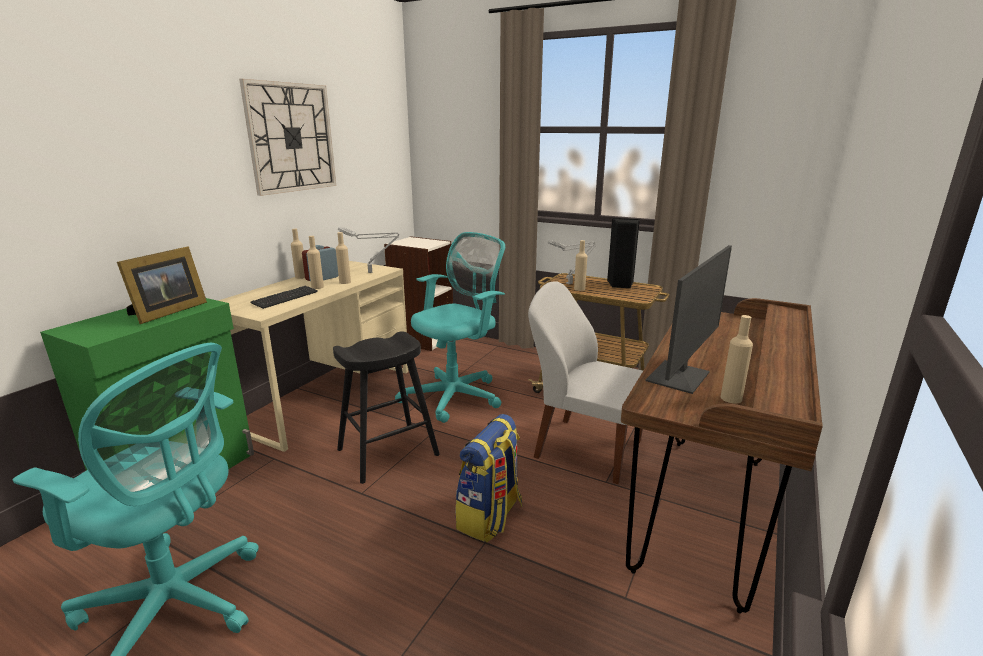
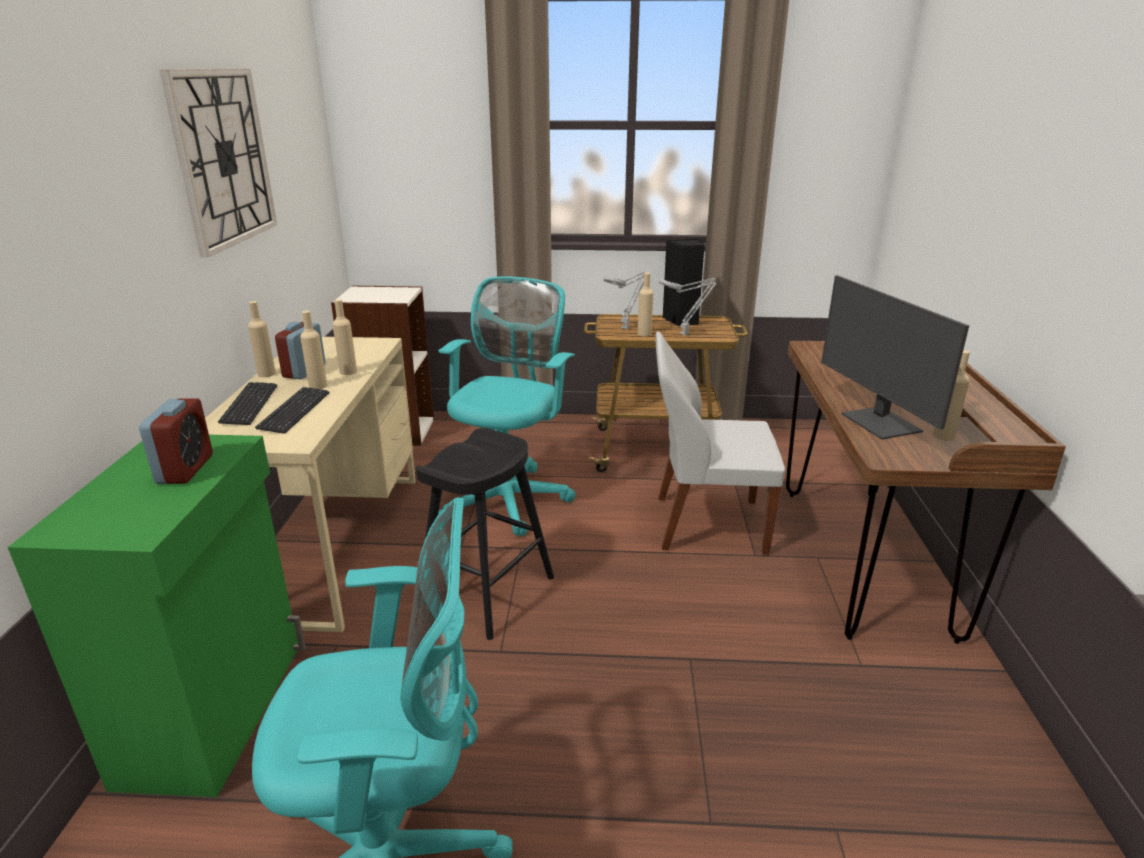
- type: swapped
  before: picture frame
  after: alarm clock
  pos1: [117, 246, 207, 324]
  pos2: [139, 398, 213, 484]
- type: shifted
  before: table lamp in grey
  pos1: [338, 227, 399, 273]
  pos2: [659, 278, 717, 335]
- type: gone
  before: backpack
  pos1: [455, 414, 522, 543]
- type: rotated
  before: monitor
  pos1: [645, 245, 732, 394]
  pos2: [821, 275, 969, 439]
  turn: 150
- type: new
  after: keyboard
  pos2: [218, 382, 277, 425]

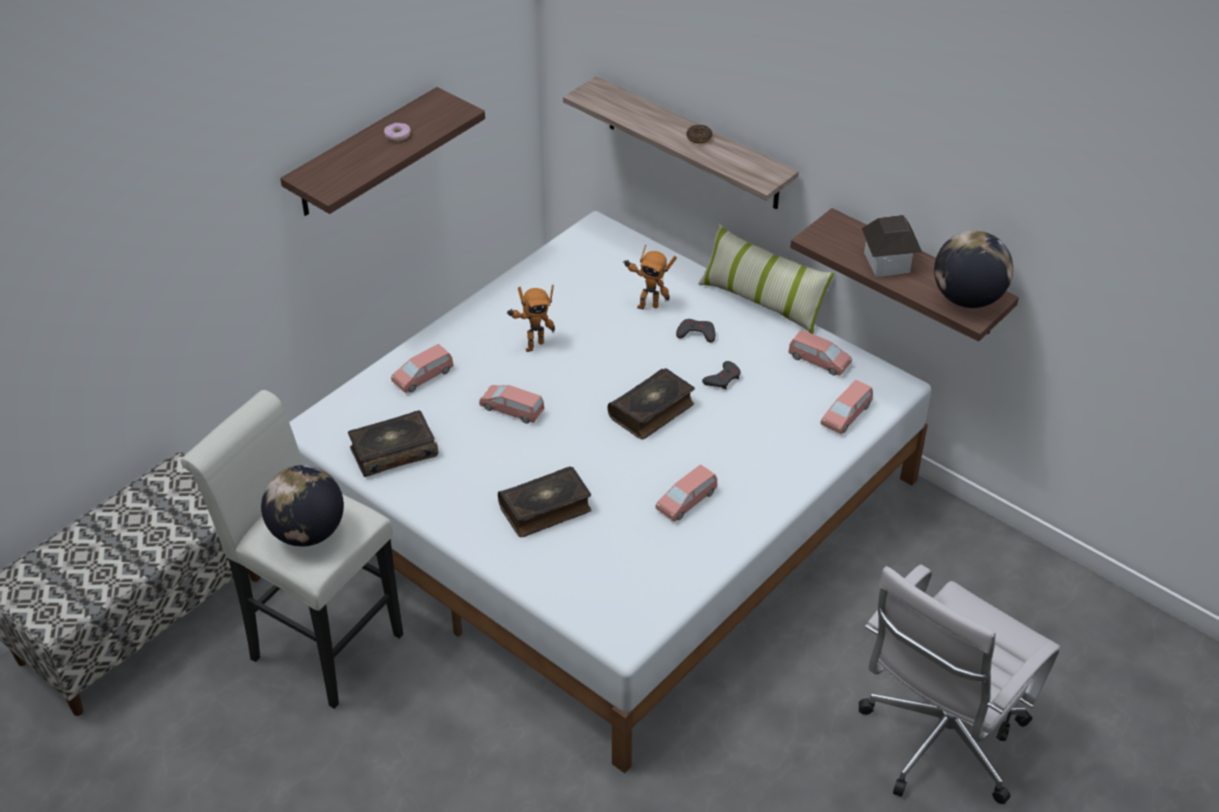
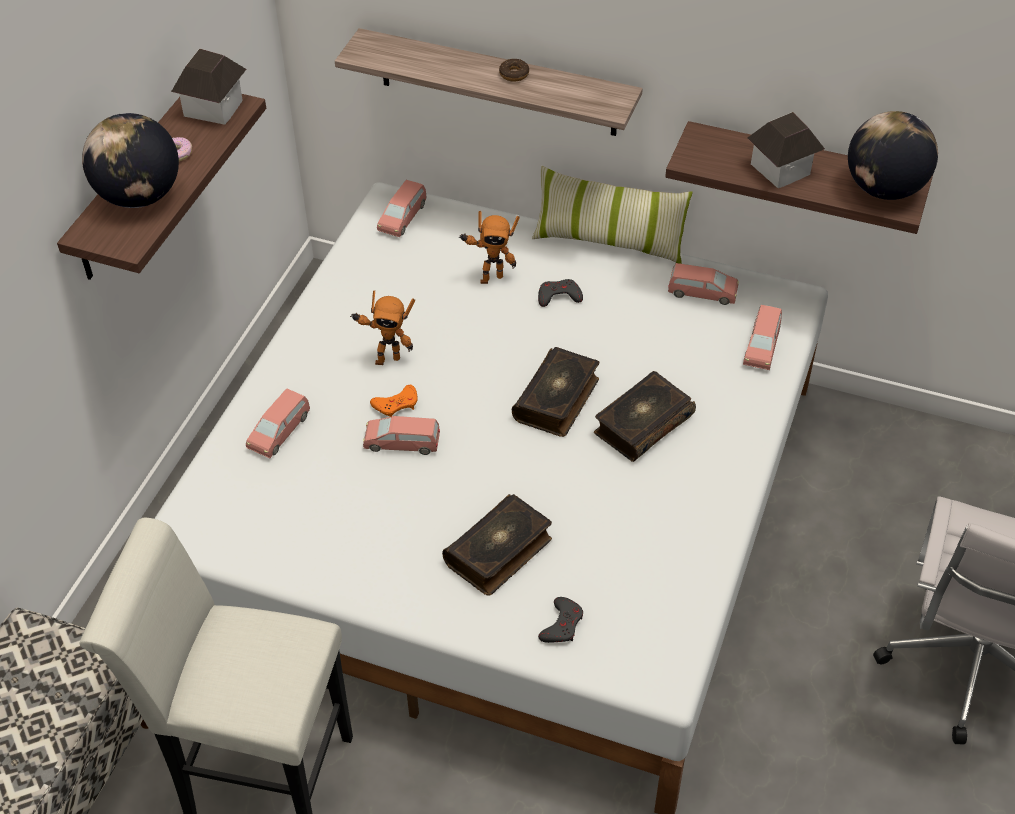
- type: shifted
  before: globe
  pos1: [261, 465, 344, 547]
  pos2: [82, 113, 179, 208]
- type: shifted
  before: book
  pos1: [348, 410, 438, 477]
  pos2: [594, 371, 696, 462]
- type: rotated
  before: toy robot
  pos1: [507, 285, 555, 352]
  pos2: [350, 290, 415, 365]
  turn: 45
- type: shifted
  before: toy car in pink
  pos1: [655, 464, 717, 522]
  pos2: [377, 180, 427, 237]
- type: shifted
  before: game controller in grey
  pos1: [702, 361, 741, 390]
  pos2: [538, 597, 583, 643]
- type: new
  after: toy house
  pos2: [171, 48, 246, 125]
- type: new
  after: game controller in orange
  pos2: [370, 385, 417, 417]

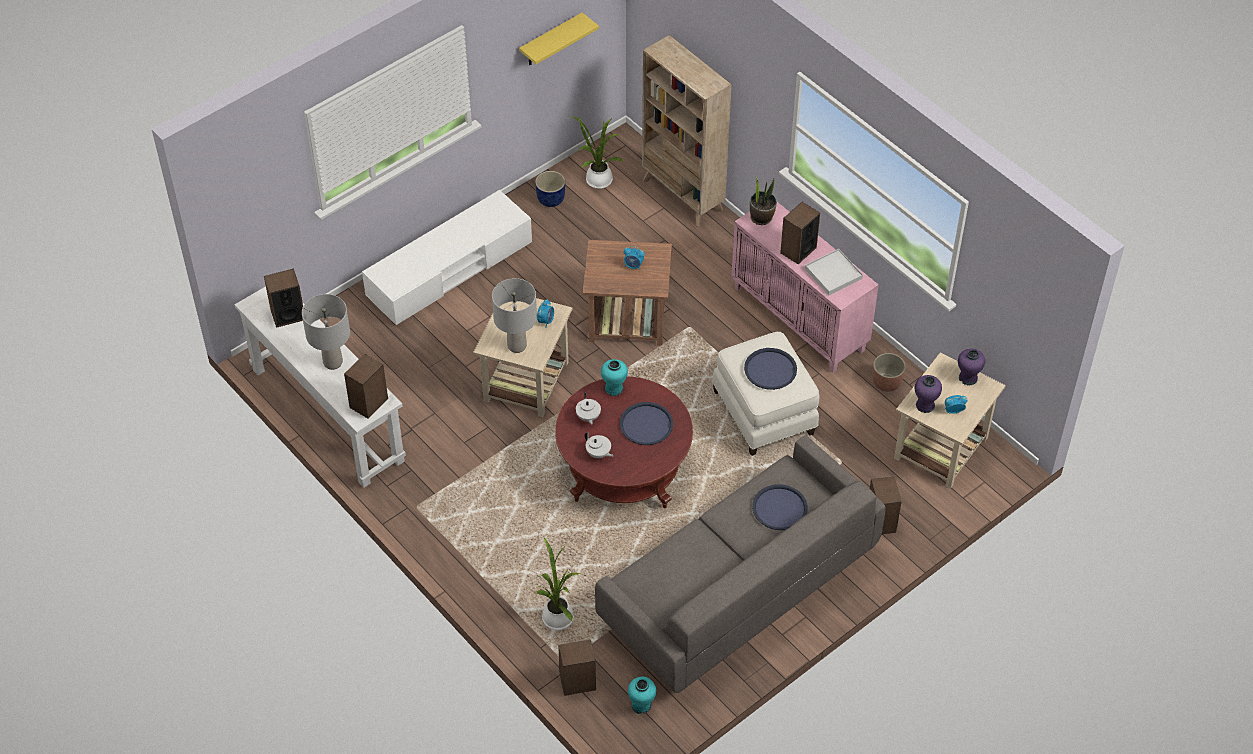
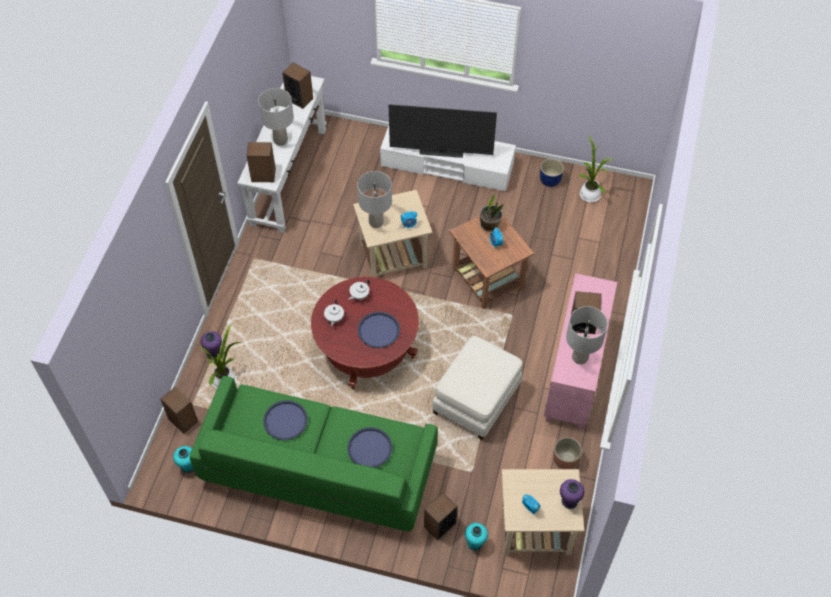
- type: gone
  before: shelf in yellow
  pos1: [519, 12, 599, 65]
- type: repainted
  before: sofa in grey
  after: sofa in green
  pos1: [595, 435, 886, 693]
  pos2: [190, 376, 438, 531]
- type: shifted
  before: vase in turquoise
  pos1: [601, 359, 628, 396]
  pos2: [465, 523, 488, 551]
- type: gone
  before: bookcase in beige
  pos1: [642, 35, 732, 226]
- type: shifted
  before: tray in blue
  pos1: [744, 348, 797, 390]
  pos2: [263, 400, 308, 440]
- type: shifted
  before: potted plant
  pos1: [750, 177, 777, 225]
  pos2: [480, 193, 504, 232]
- type: swapped
  before: tray in white
  after: table lamp in grey
  pos1: [805, 249, 863, 295]
  pos2: [566, 306, 608, 364]
- type: shifted
  before: vase in purple
  pos1: [915, 375, 942, 413]
  pos2: [201, 331, 222, 358]
- type: new
  after: television
  pos2: [389, 104, 497, 158]

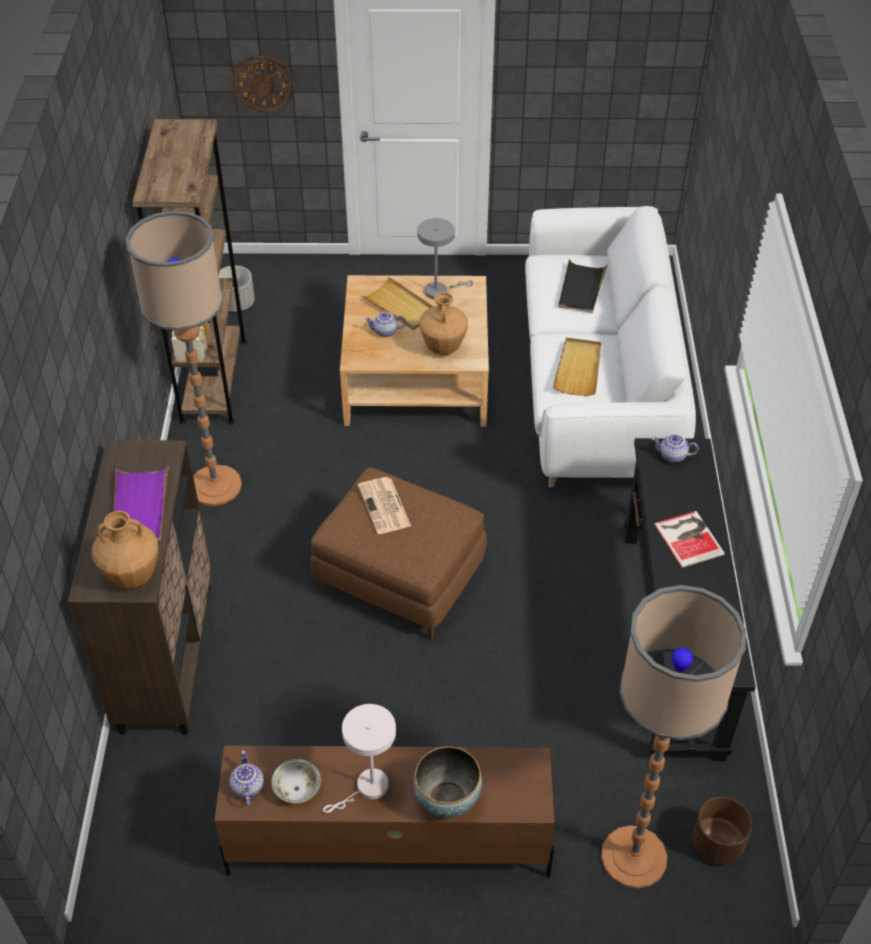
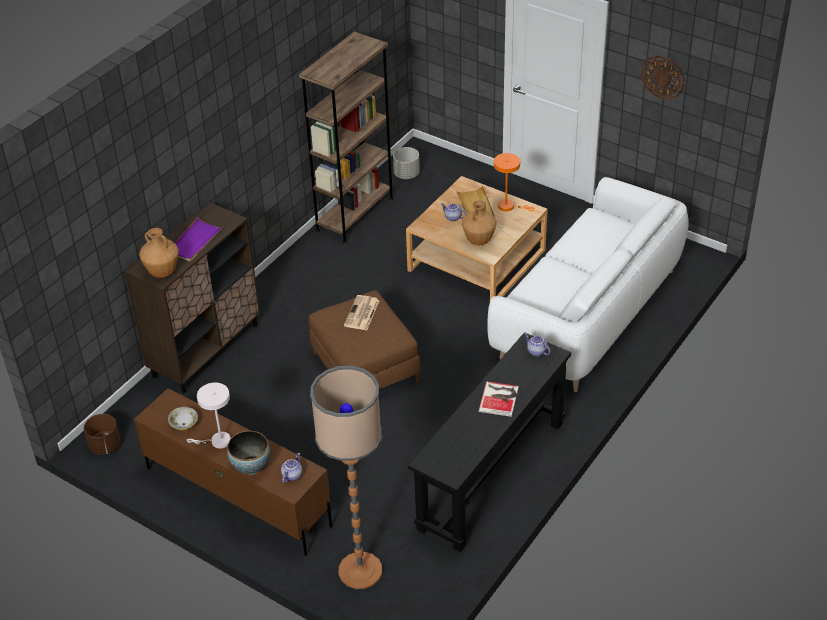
- type: gone
  before: floor lamp
  pos1: [126, 211, 242, 506]
- type: shifted
  before: wall clock
  pos1: [230, 56, 294, 112]
  pos2: [641, 55, 685, 99]
- type: shifted
  before: teapot
  pos1: [230, 750, 264, 806]
  pos2: [281, 453, 302, 483]
- type: repainted
  before: table lamp in grey
  after: table lamp in orange
  pos1: [417, 218, 474, 299]
  pos2: [494, 153, 535, 212]
- type: gone
  before: tray in beige
  pos1: [553, 338, 601, 396]
- type: gone
  before: tray in black
  pos1: [558, 259, 608, 313]
- type: shifted
  before: planter in brown
  pos1: [692, 797, 752, 865]
  pos2: [84, 414, 120, 455]

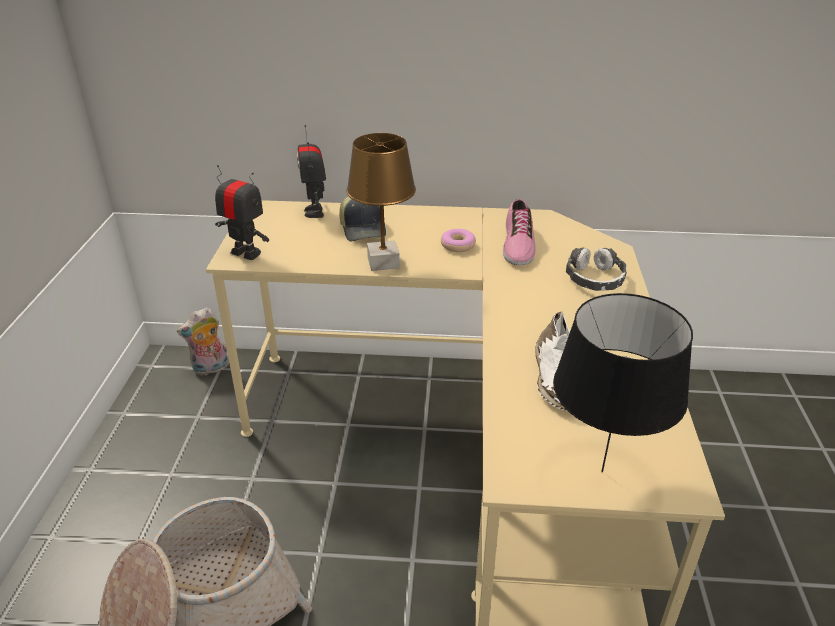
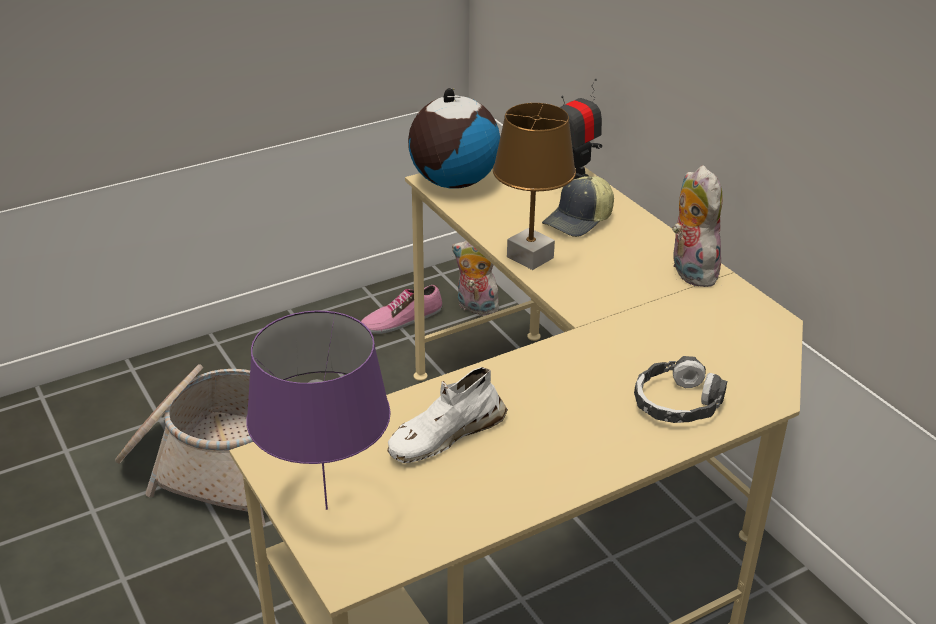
- type: swapped
  before: toy robot
  after: globe
  pos1: [215, 165, 269, 260]
  pos2: [408, 88, 500, 189]
- type: gone
  before: donut
  pos1: [441, 229, 476, 252]
- type: shifted
  before: shoe
  pos1: [503, 199, 536, 265]
  pos2: [361, 285, 442, 334]
- type: repainted
  before: table lamp in black
  after: table lamp in purple
  pos1: [553, 293, 693, 473]
  pos2: [246, 311, 391, 510]
- type: new
  after: plush toy
  pos2: [672, 165, 722, 287]

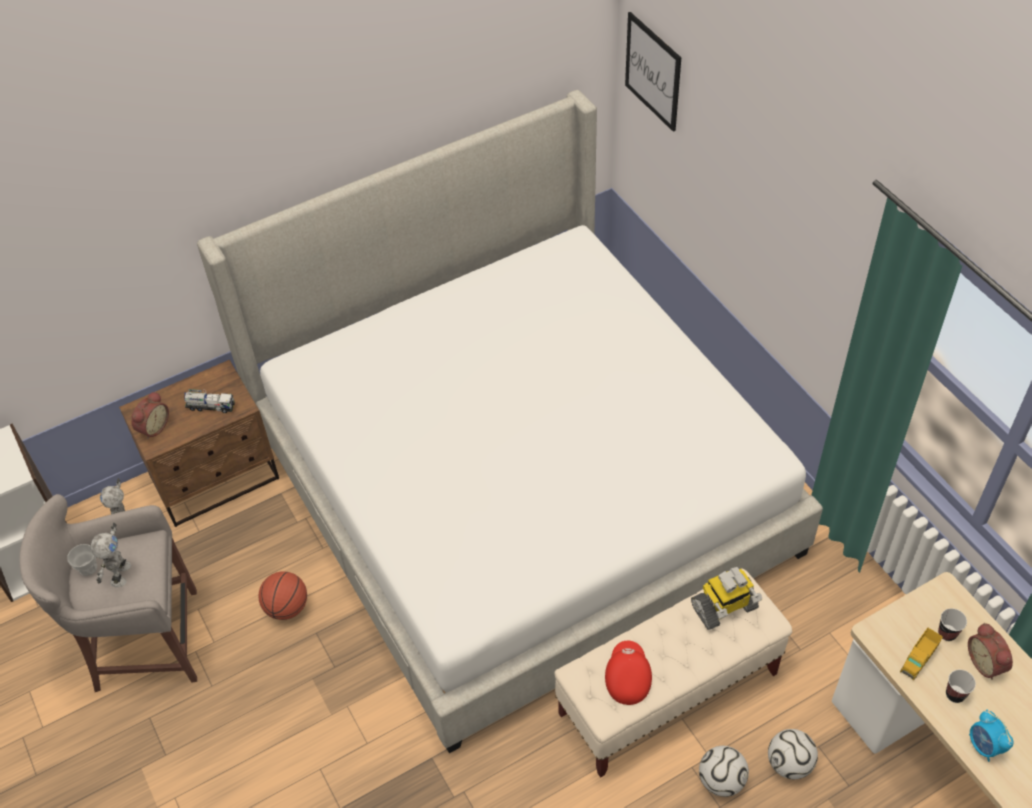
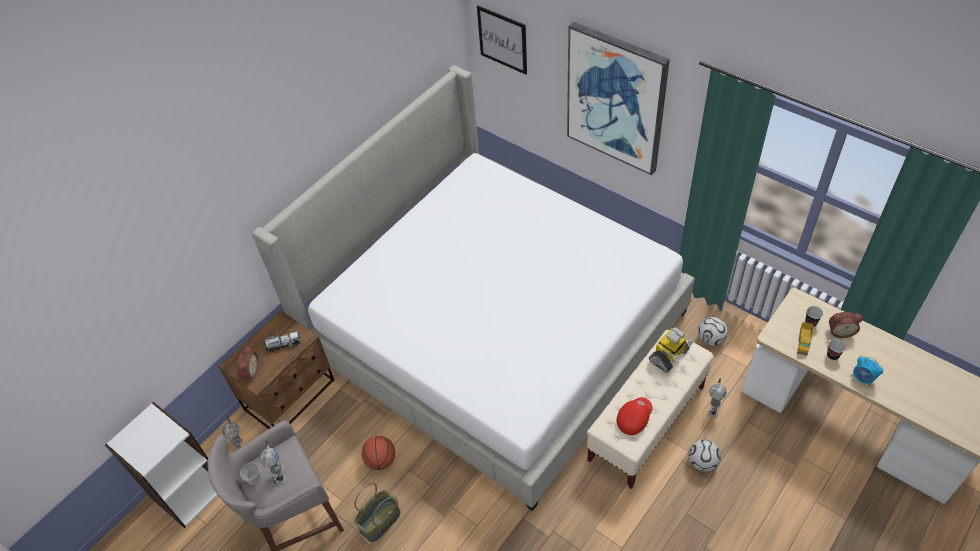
- type: rotated
  before: cap in red
  pos1: [605, 641, 652, 705]
  pos2: [617, 397, 652, 435]
  turn: 60
- type: shifted
  before: football
  pos1: [768, 729, 818, 779]
  pos2: [698, 317, 728, 346]
- type: rotated
  before: alarm clock
  pos1: [968, 623, 1013, 680]
  pos2: [829, 312, 863, 338]
  turn: -45
- type: new
  after: basket
  pos2: [354, 483, 400, 542]
- type: new
  after: picture
  pos2: [567, 22, 670, 175]
- type: new
  after: toy robot
  pos2: [708, 378, 727, 418]

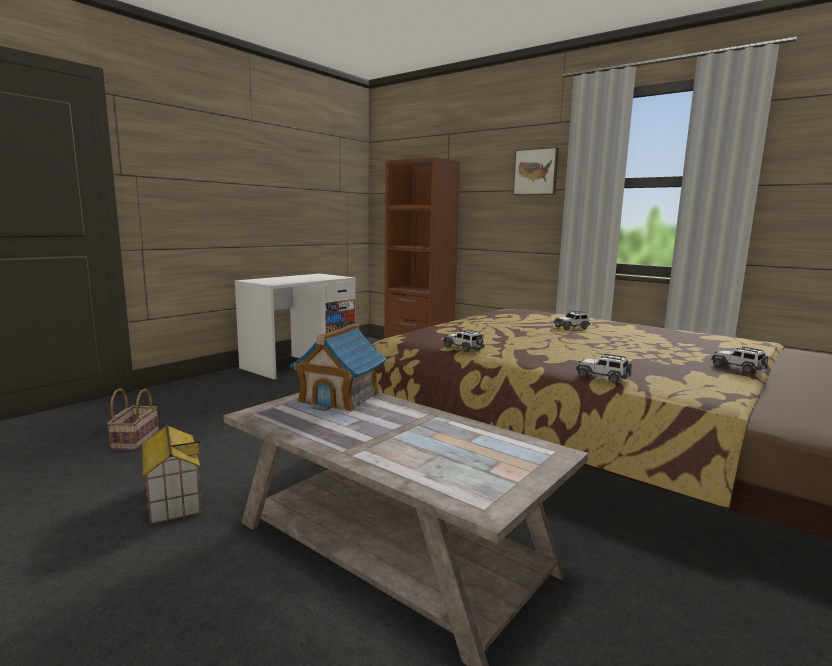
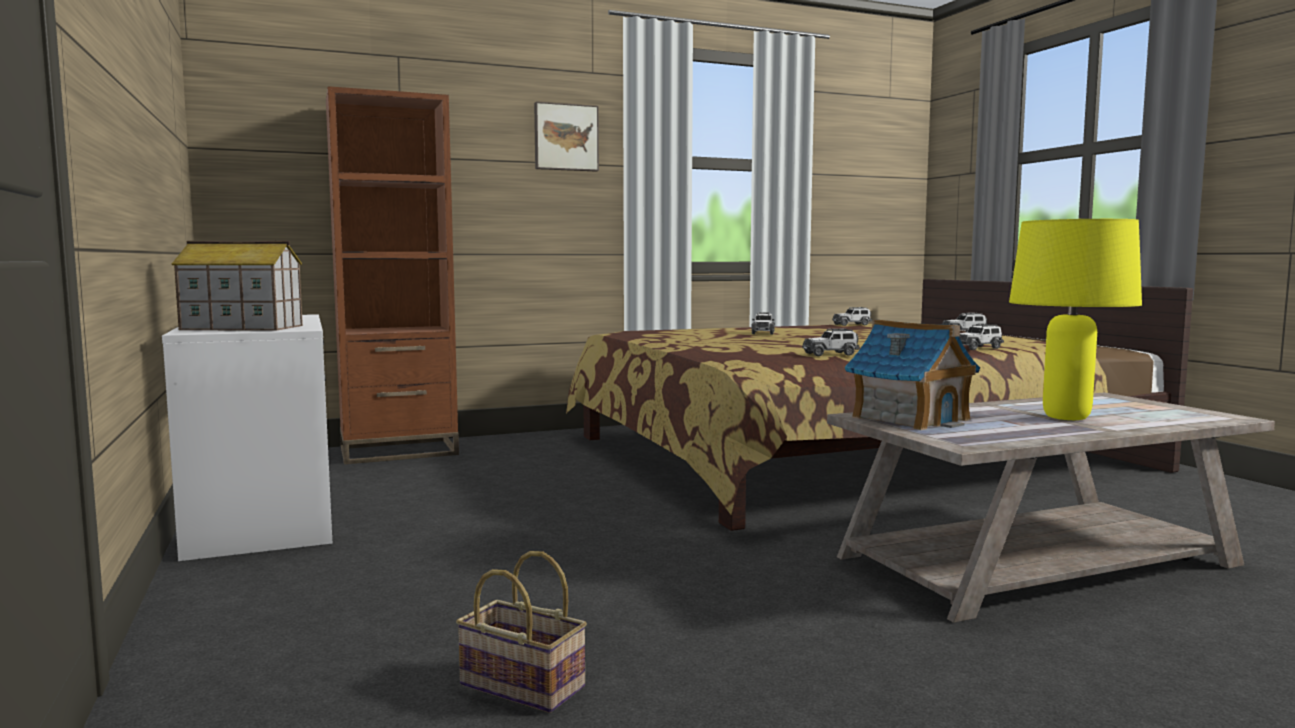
- type: shifted
  before: toy house
  pos1: [142, 424, 202, 524]
  pos2: [172, 241, 303, 331]
- type: new
  after: toy car
  pos2: [832, 307, 872, 326]
- type: new
  after: table lamp in yellow
  pos2: [1009, 219, 1142, 420]

